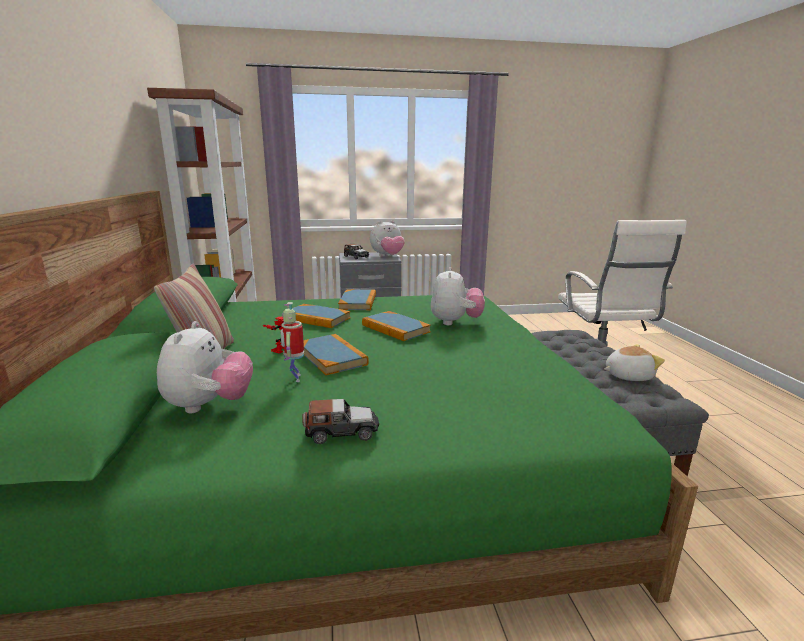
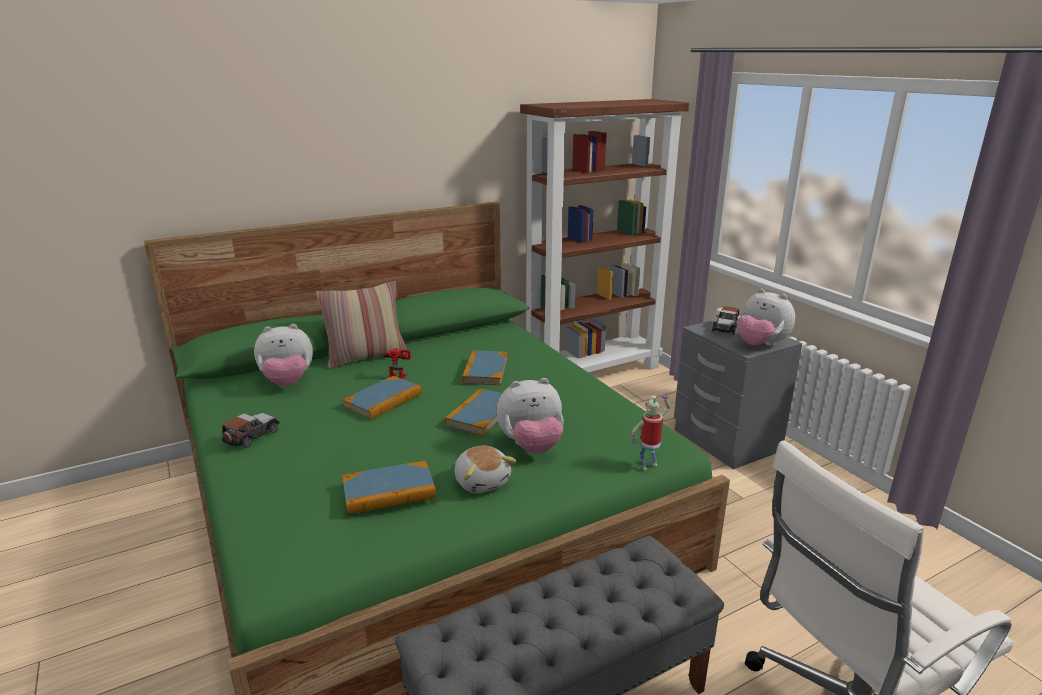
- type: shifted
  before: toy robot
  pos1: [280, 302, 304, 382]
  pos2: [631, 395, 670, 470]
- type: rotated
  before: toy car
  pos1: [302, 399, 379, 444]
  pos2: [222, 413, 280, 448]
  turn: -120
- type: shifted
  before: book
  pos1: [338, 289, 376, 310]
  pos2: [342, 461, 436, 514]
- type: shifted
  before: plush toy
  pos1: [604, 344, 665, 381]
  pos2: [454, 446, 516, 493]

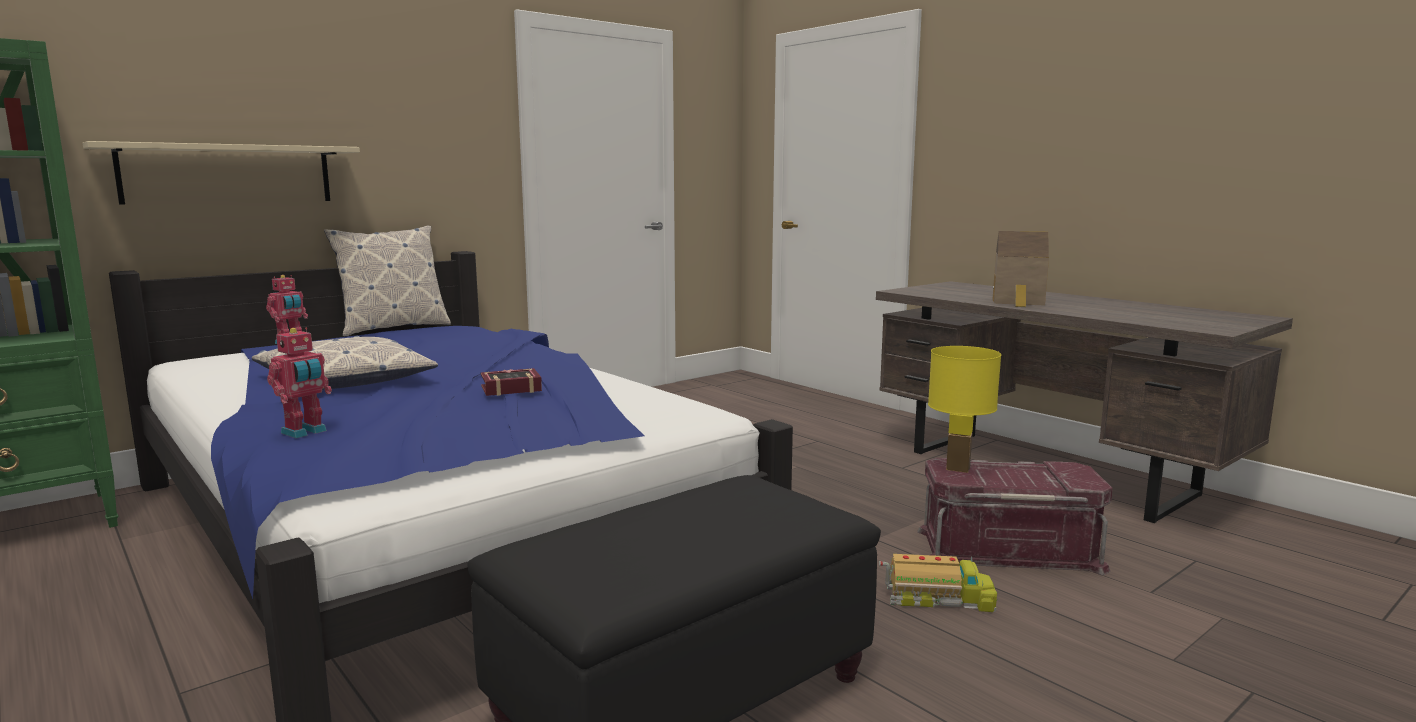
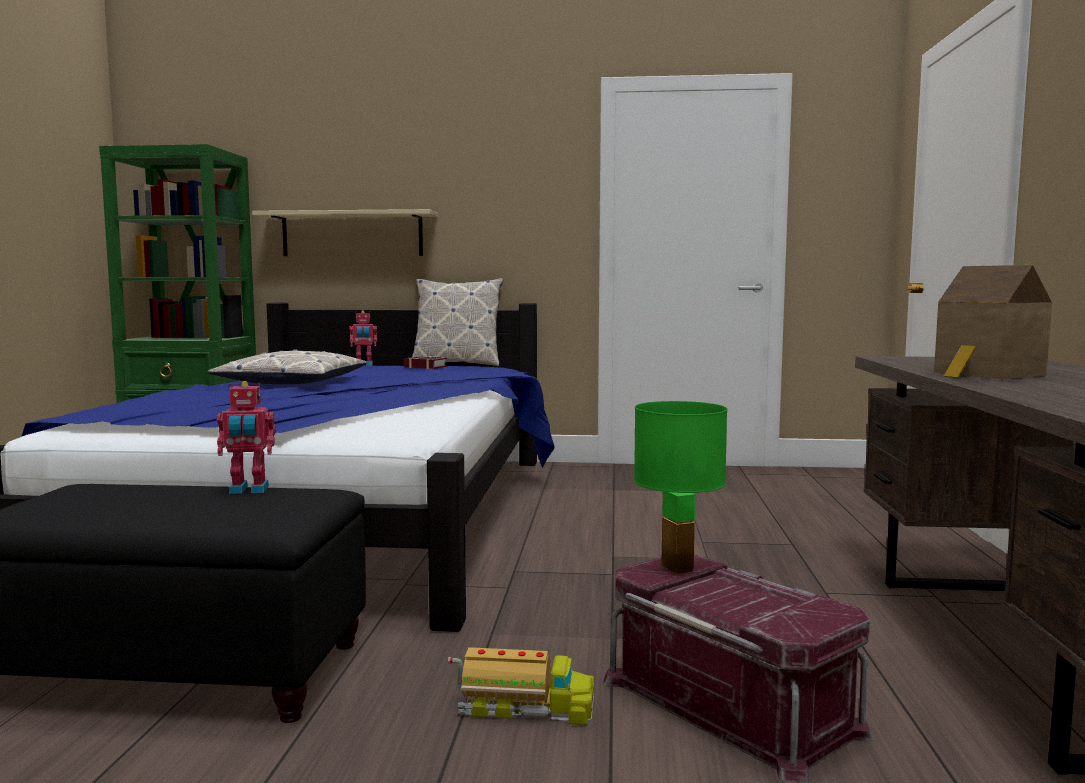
- type: shifted
  before: toy robot
  pos1: [267, 328, 332, 438]
  pos2: [217, 381, 276, 494]
- type: shifted
  before: book
  pos1: [480, 368, 542, 396]
  pos2: [404, 356, 448, 369]
- type: rotated
  before: toy truck
  pos1: [879, 554, 997, 612]
  pos2: [448, 647, 594, 725]
  turn: -45
- type: repainted
  before: table lamp in yellow
  after: table lamp in green
  pos1: [928, 346, 1001, 473]
  pos2: [634, 401, 728, 574]

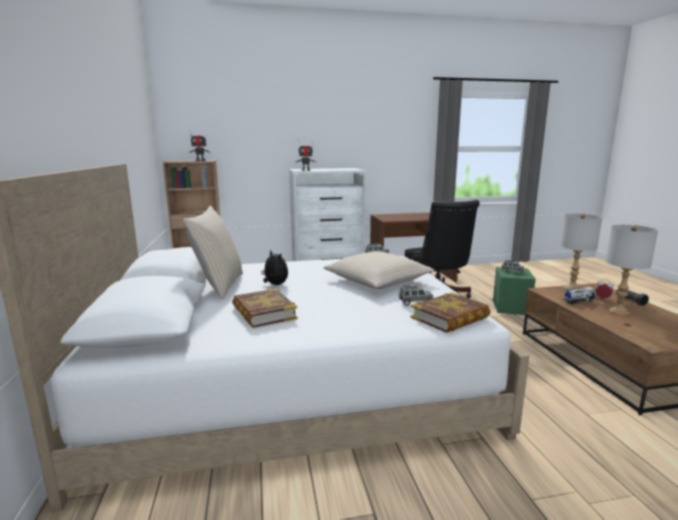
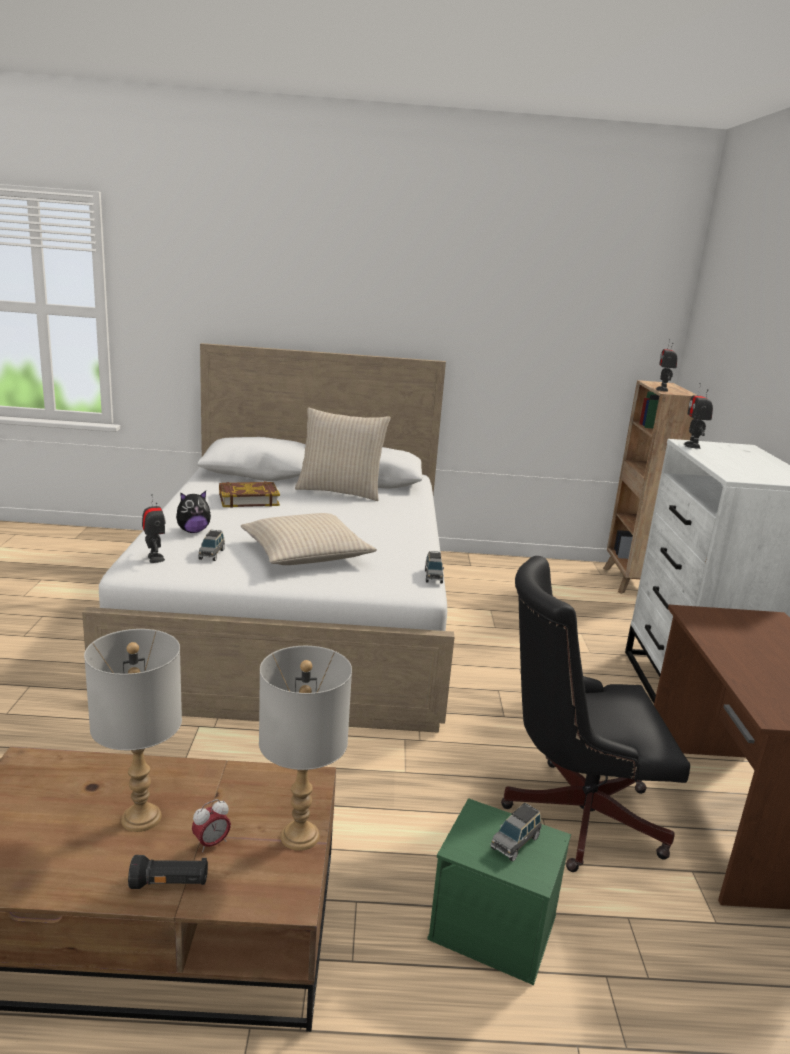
- type: shifted
  before: plush toy
  pos1: [261, 250, 288, 285]
  pos2: [176, 491, 211, 533]
- type: swapped
  before: book
  after: toy robot
  pos1: [410, 292, 490, 333]
  pos2: [142, 494, 165, 563]
- type: gone
  before: toy truck
  pos1: [563, 287, 596, 305]

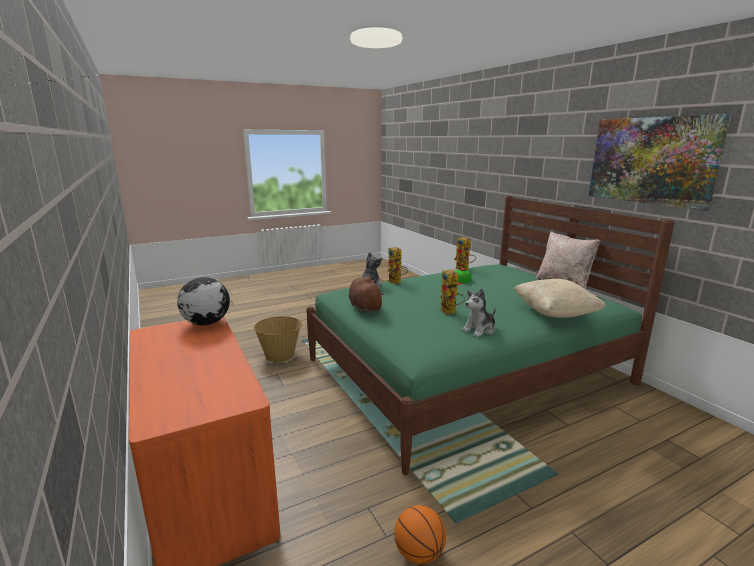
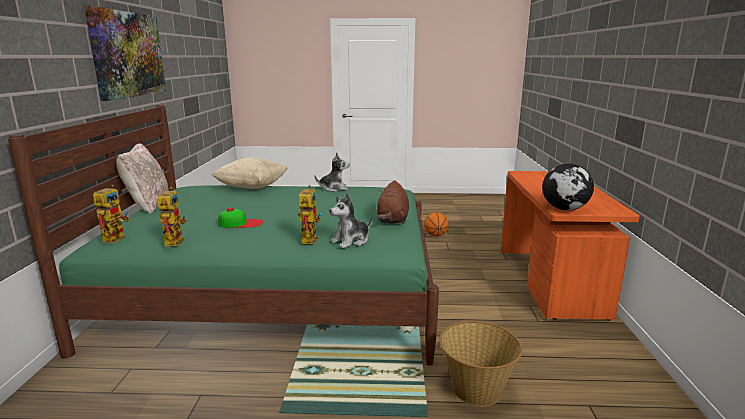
- type: shifted
  before: toy robot
  pos1: [439, 270, 466, 315]
  pos2: [93, 185, 130, 243]

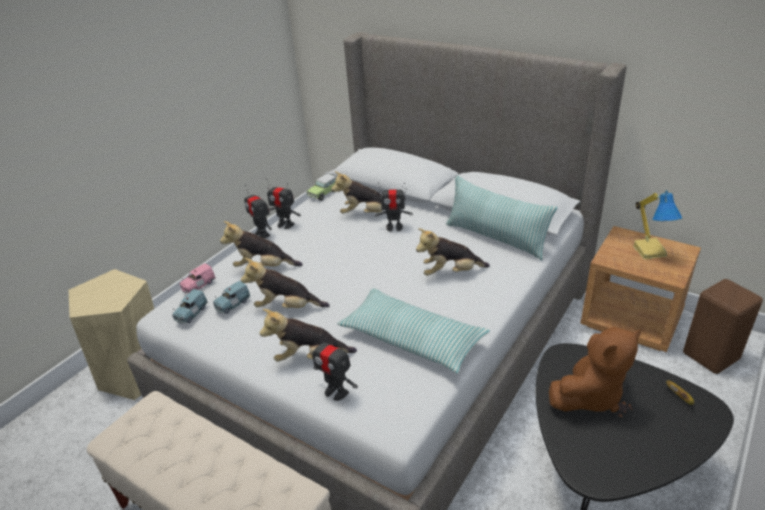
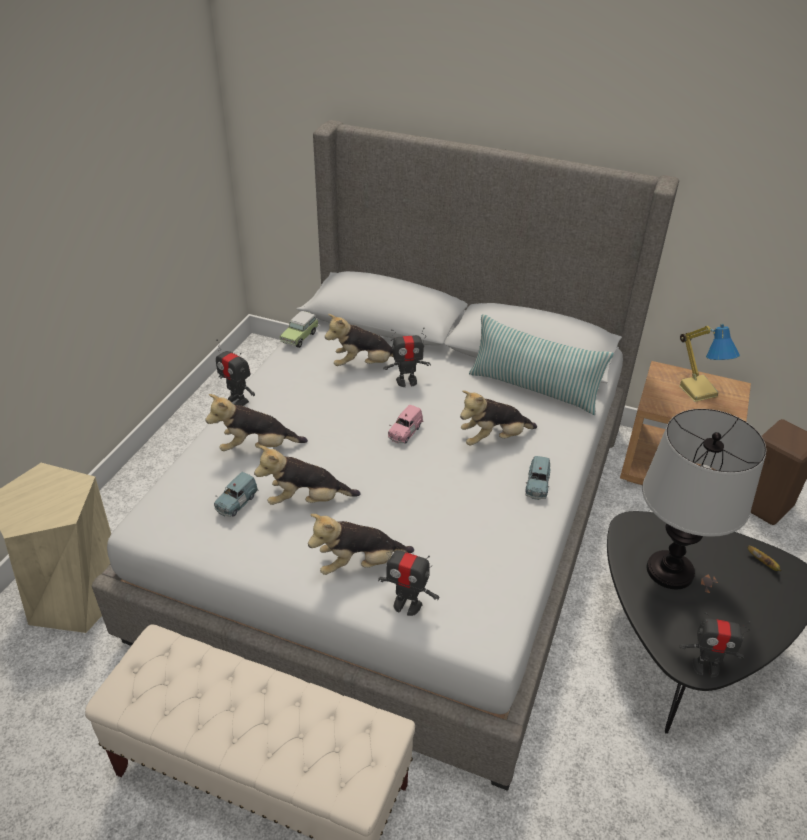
- type: shifted
  before: toy car in blue
  pos1: [172, 289, 208, 324]
  pos2: [525, 456, 551, 500]
- type: shifted
  before: toy car in pink
  pos1: [179, 263, 216, 293]
  pos2: [388, 405, 423, 444]
- type: shifted
  before: toy robot
  pos1: [266, 179, 301, 229]
  pos2: [680, 612, 750, 677]
- type: gone
  before: pillow
  pos1: [338, 288, 490, 373]
- type: swapped
  before: plush toy in brown
  after: table lamp
  pos1: [549, 327, 641, 412]
  pos2: [642, 409, 766, 589]

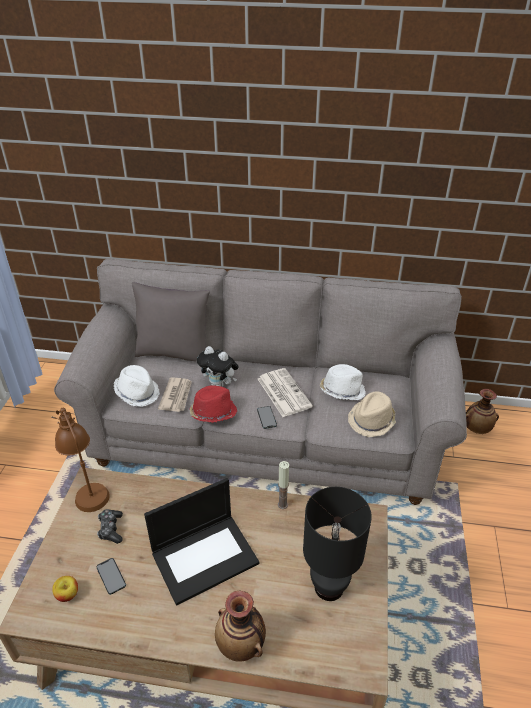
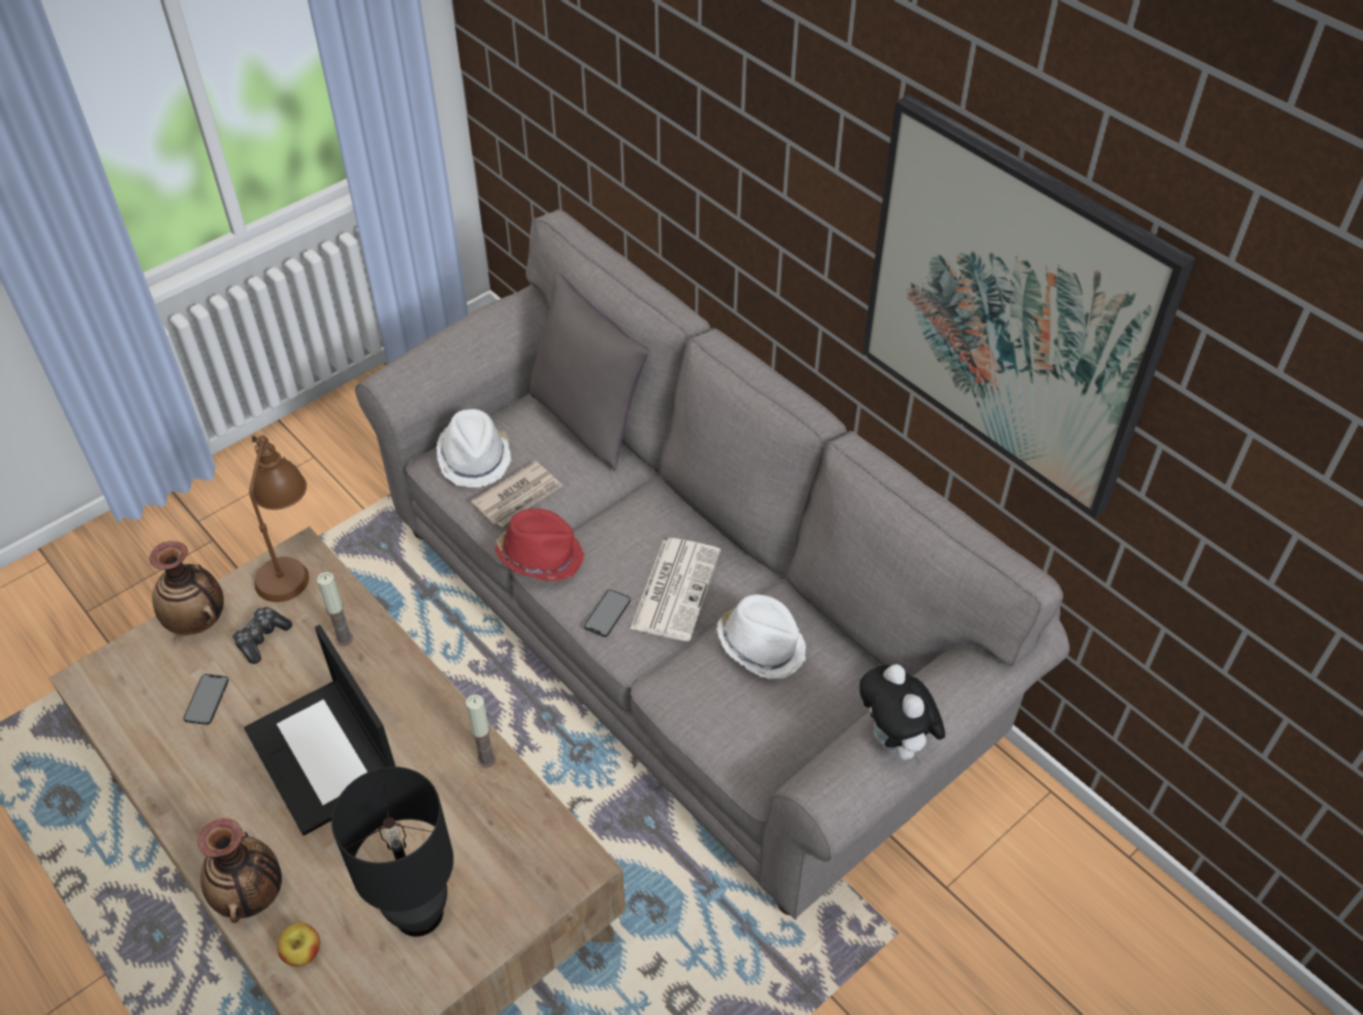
- type: shifted
  before: apple
  pos1: [52, 576, 78, 602]
  pos2: [277, 923, 320, 967]
- type: rotated
  before: laptop
  pos1: [144, 478, 259, 605]
  pos2: [244, 625, 396, 836]
  turn: 45
- type: shifted
  before: plush toy
  pos1: [197, 346, 239, 387]
  pos2: [859, 664, 945, 766]
- type: gone
  before: hat in beige
  pos1: [348, 391, 396, 437]
- type: shifted
  before: vase
  pos1: [466, 389, 499, 434]
  pos2: [149, 541, 224, 635]
- type: new
  after: candle
  pos2: [317, 572, 353, 646]
- type: new
  after: picture
  pos2: [862, 95, 1195, 519]

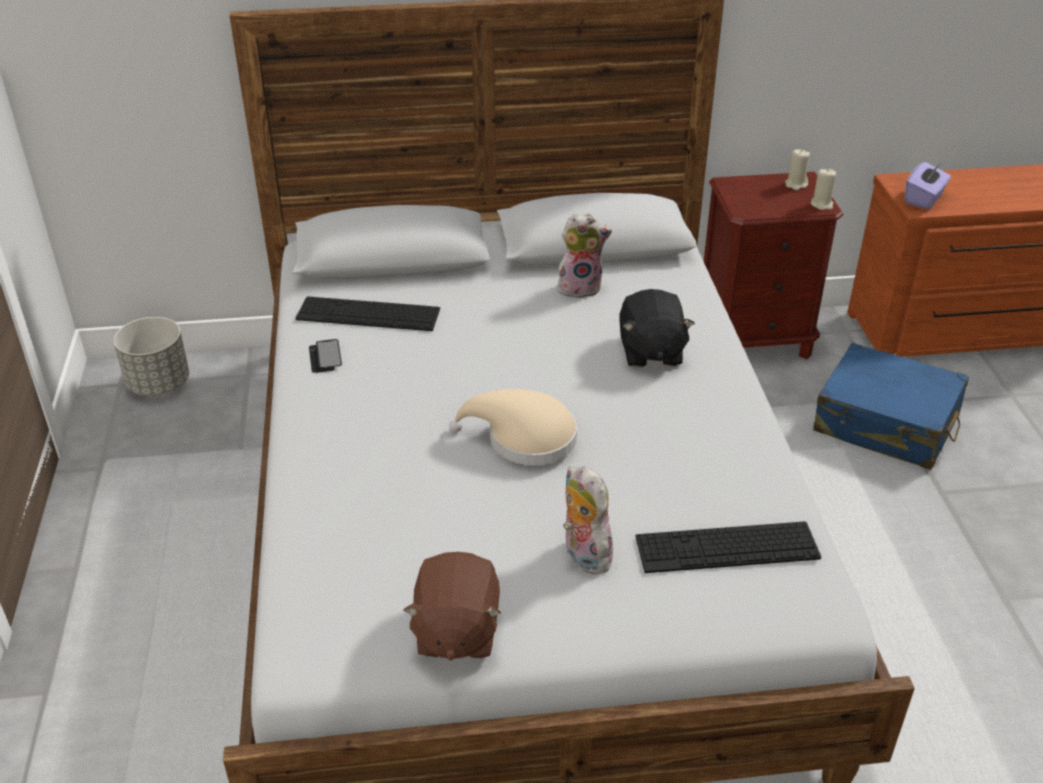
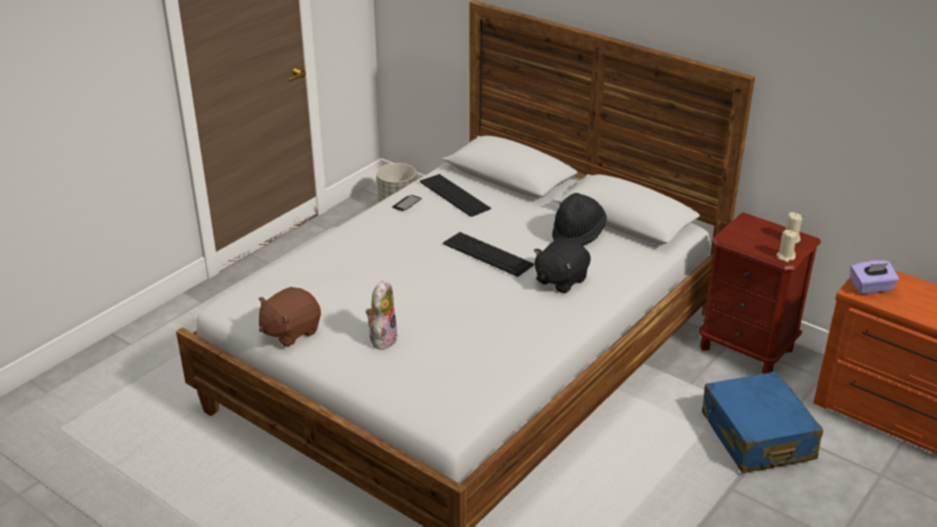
- type: gone
  before: hat in beige
  pos1: [449, 389, 577, 465]
- type: swapped
  before: plush toy
  after: hat in black
  pos1: [557, 214, 612, 299]
  pos2: [552, 193, 607, 246]
- type: shifted
  before: keyboard
  pos1: [635, 521, 821, 573]
  pos2: [443, 232, 534, 277]

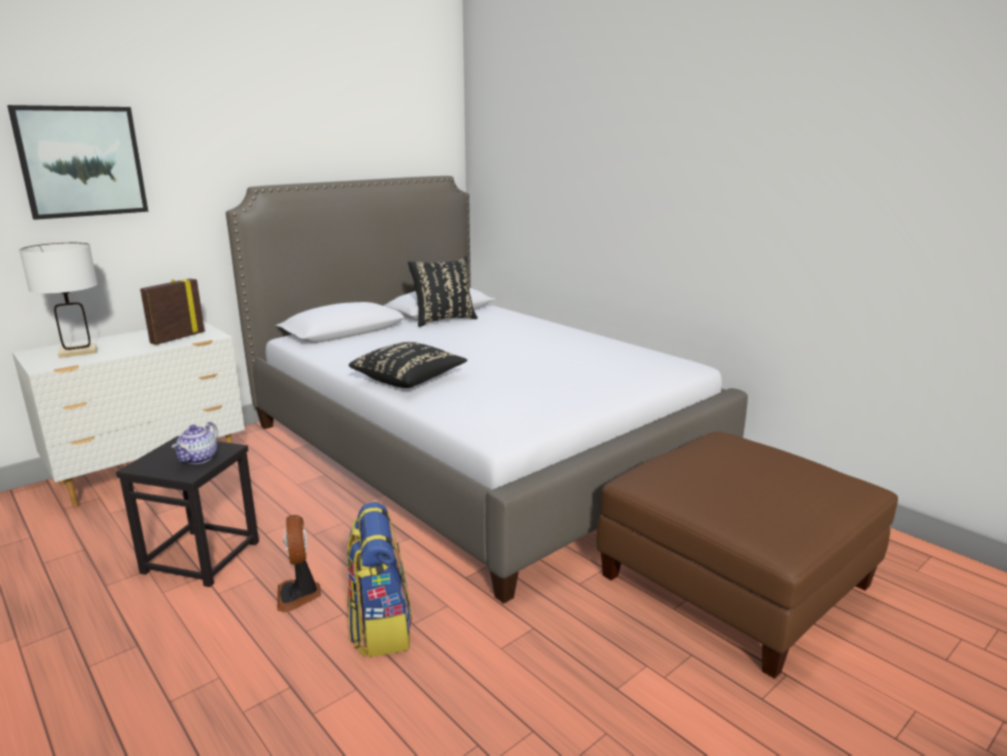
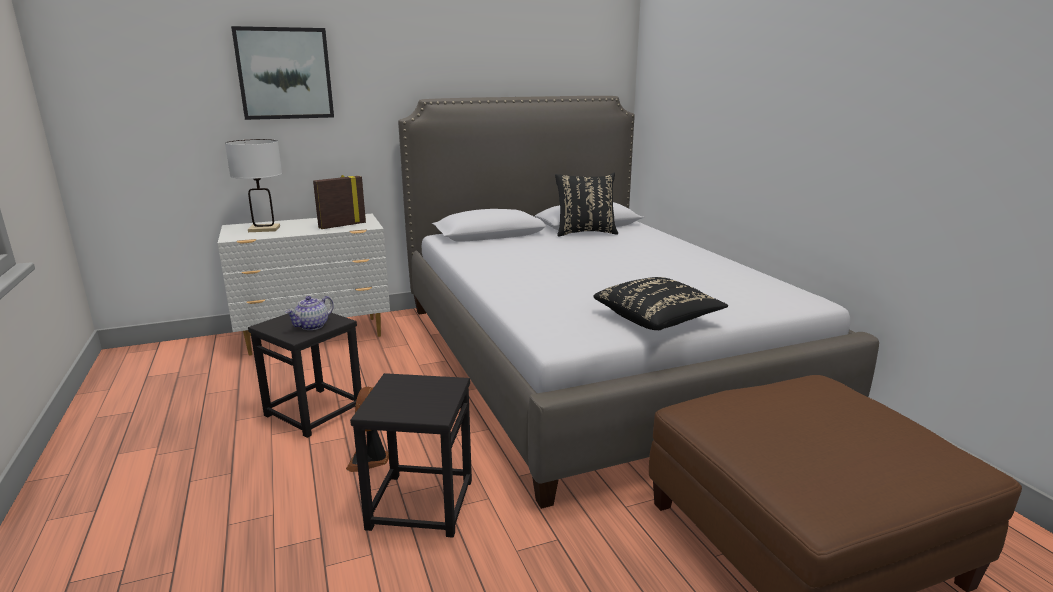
- type: swapped
  before: backpack
  after: stool in black
  pos1: [347, 502, 412, 658]
  pos2: [350, 373, 472, 538]
- type: shifted
  before: pillow in black
  pos1: [349, 342, 467, 388]
  pos2: [593, 277, 728, 330]

